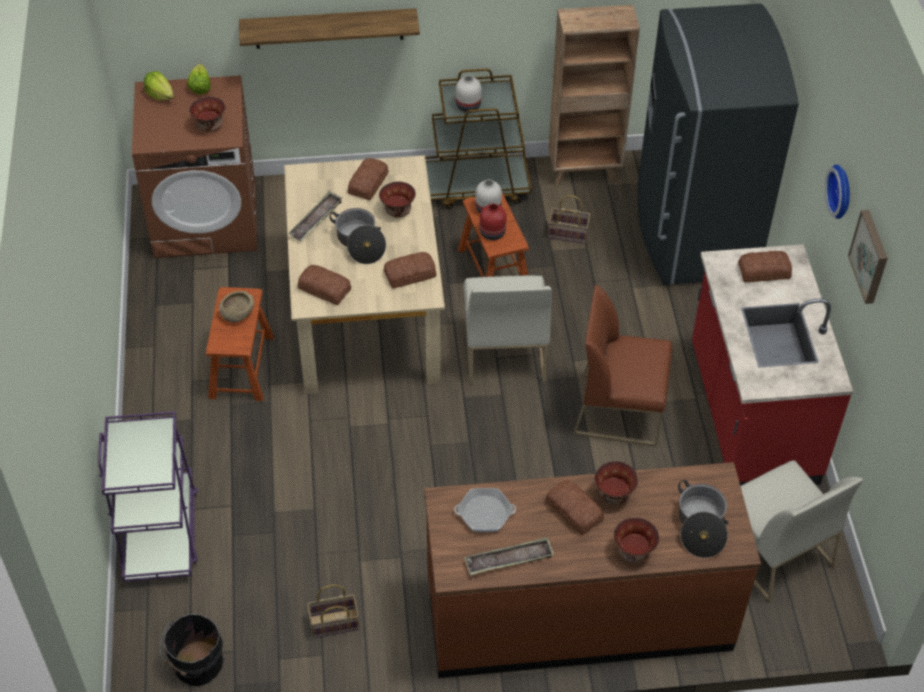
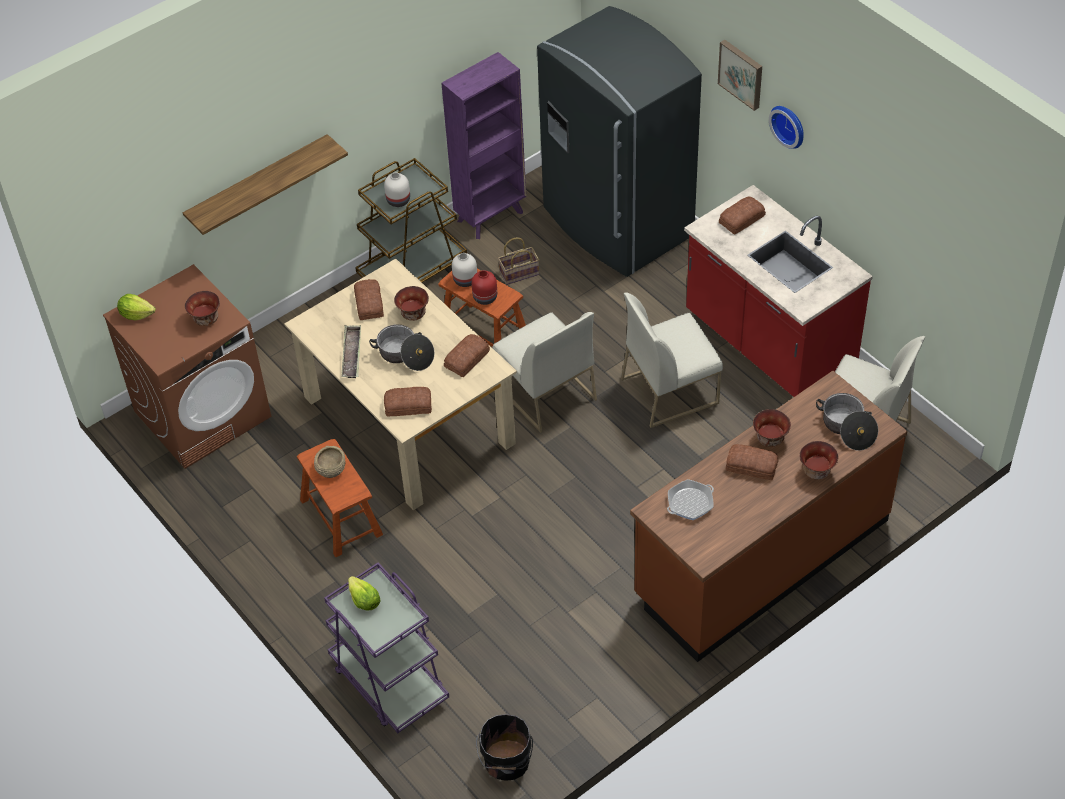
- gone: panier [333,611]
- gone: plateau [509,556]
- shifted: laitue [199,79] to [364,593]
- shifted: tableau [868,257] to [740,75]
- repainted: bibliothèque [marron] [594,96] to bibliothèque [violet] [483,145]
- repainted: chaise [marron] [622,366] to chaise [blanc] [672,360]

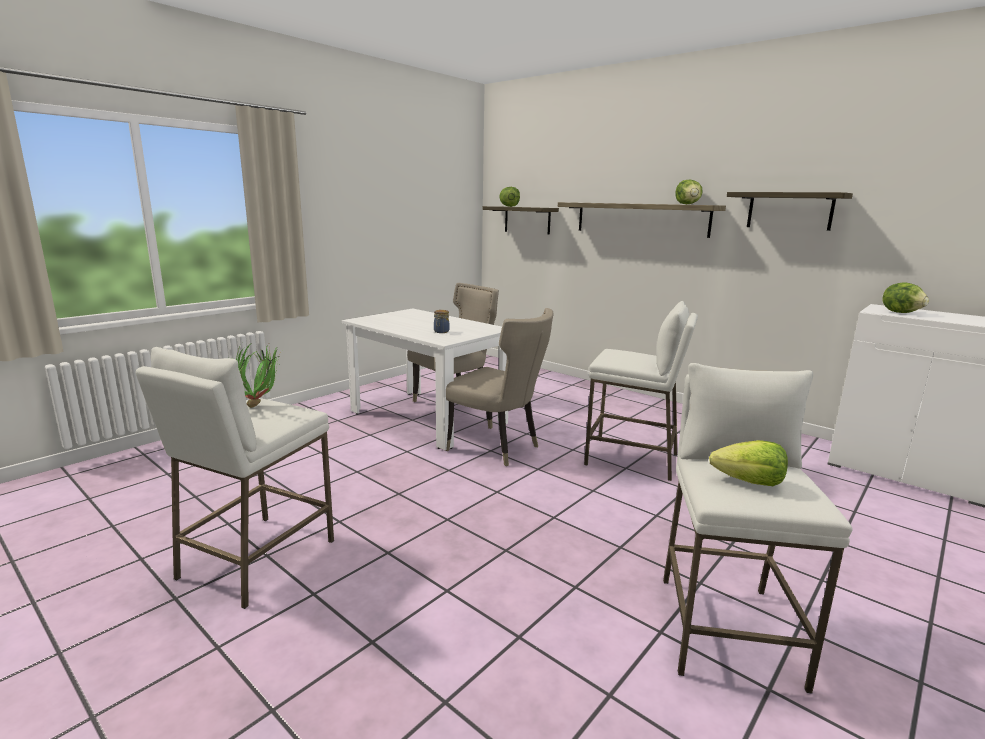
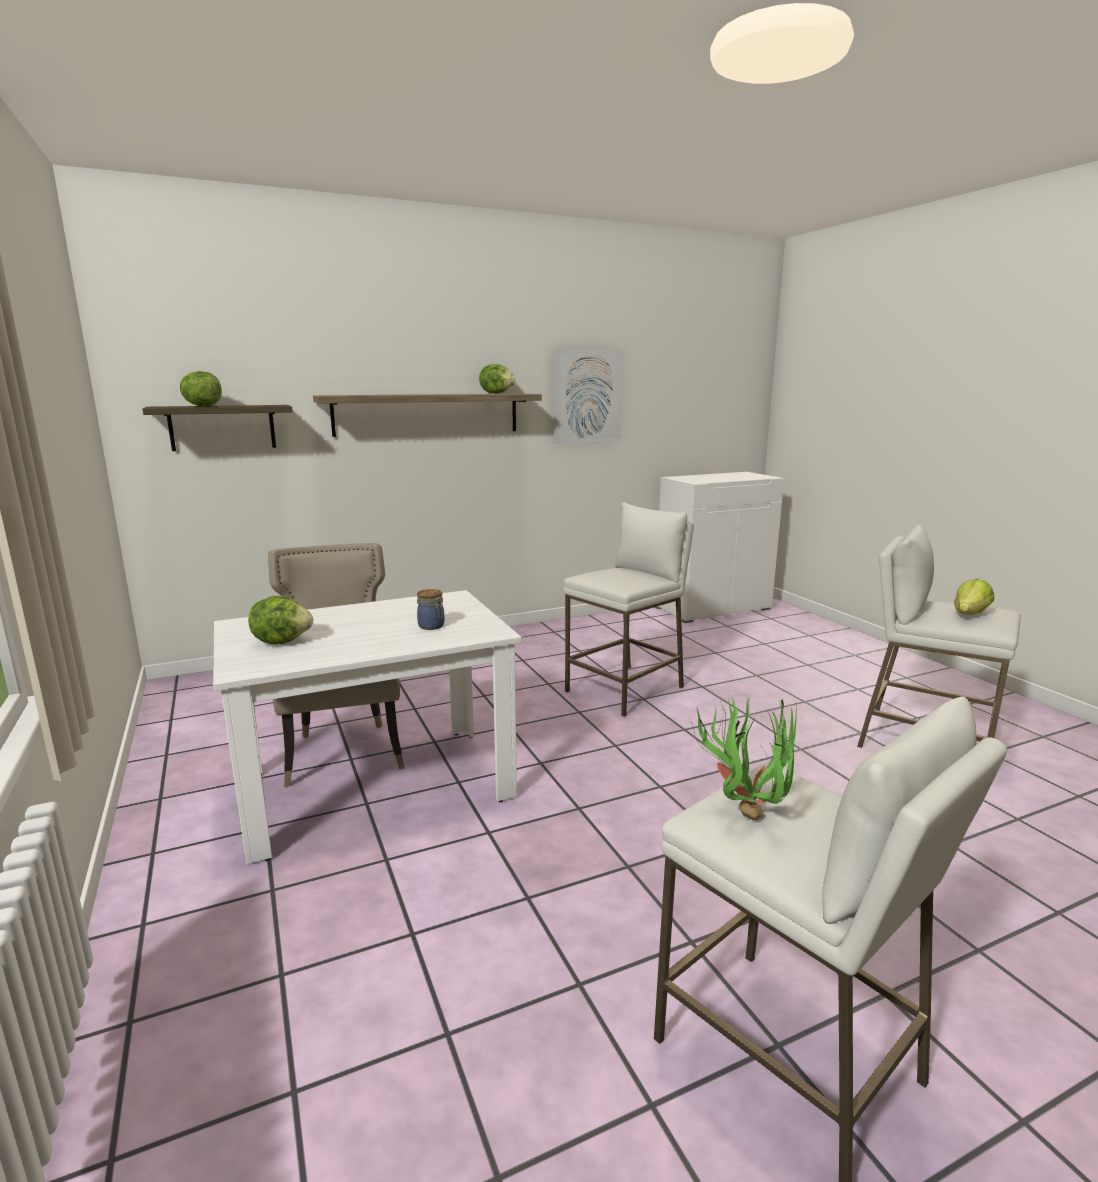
- gone: chaise [beige] [499,387]
- shifted: laitue [905,298] to [280,619]
- swapped: étagère [790,211] to tableau [588,397]

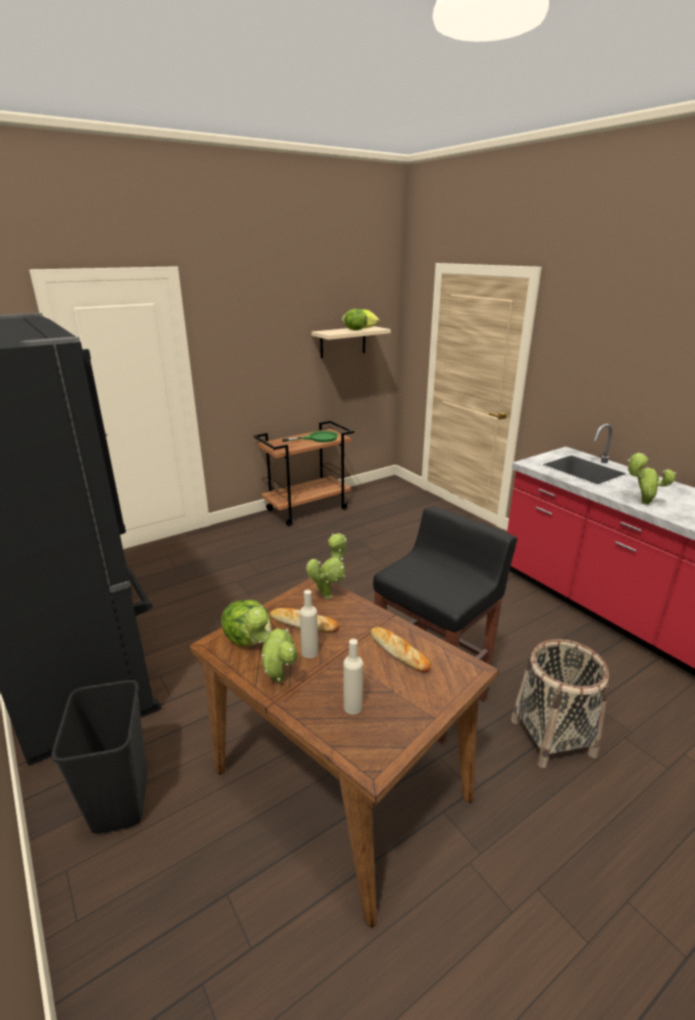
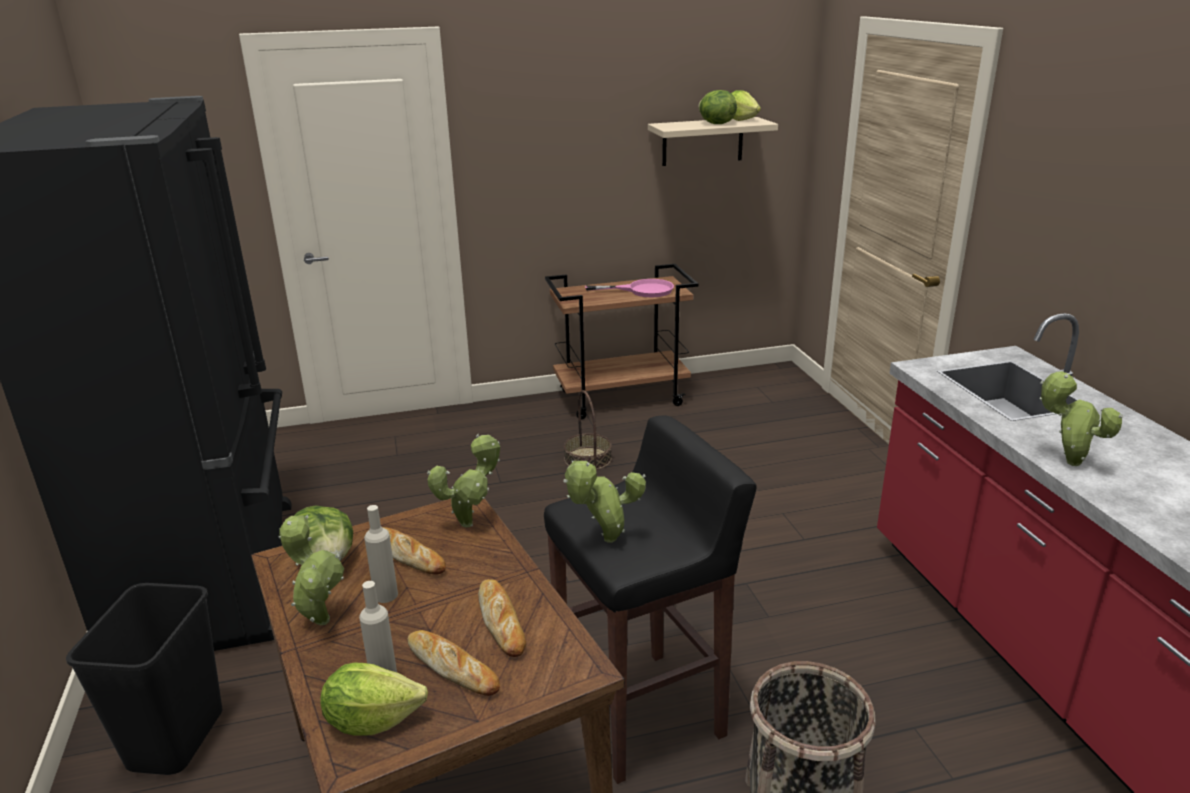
- new: laitue [374,699]
- new: pain [453,663]
- new: panier [588,430]
- new: plante en pot [605,501]
- repainted: poêle [vert] [310,436] to poêle [rose] [629,288]

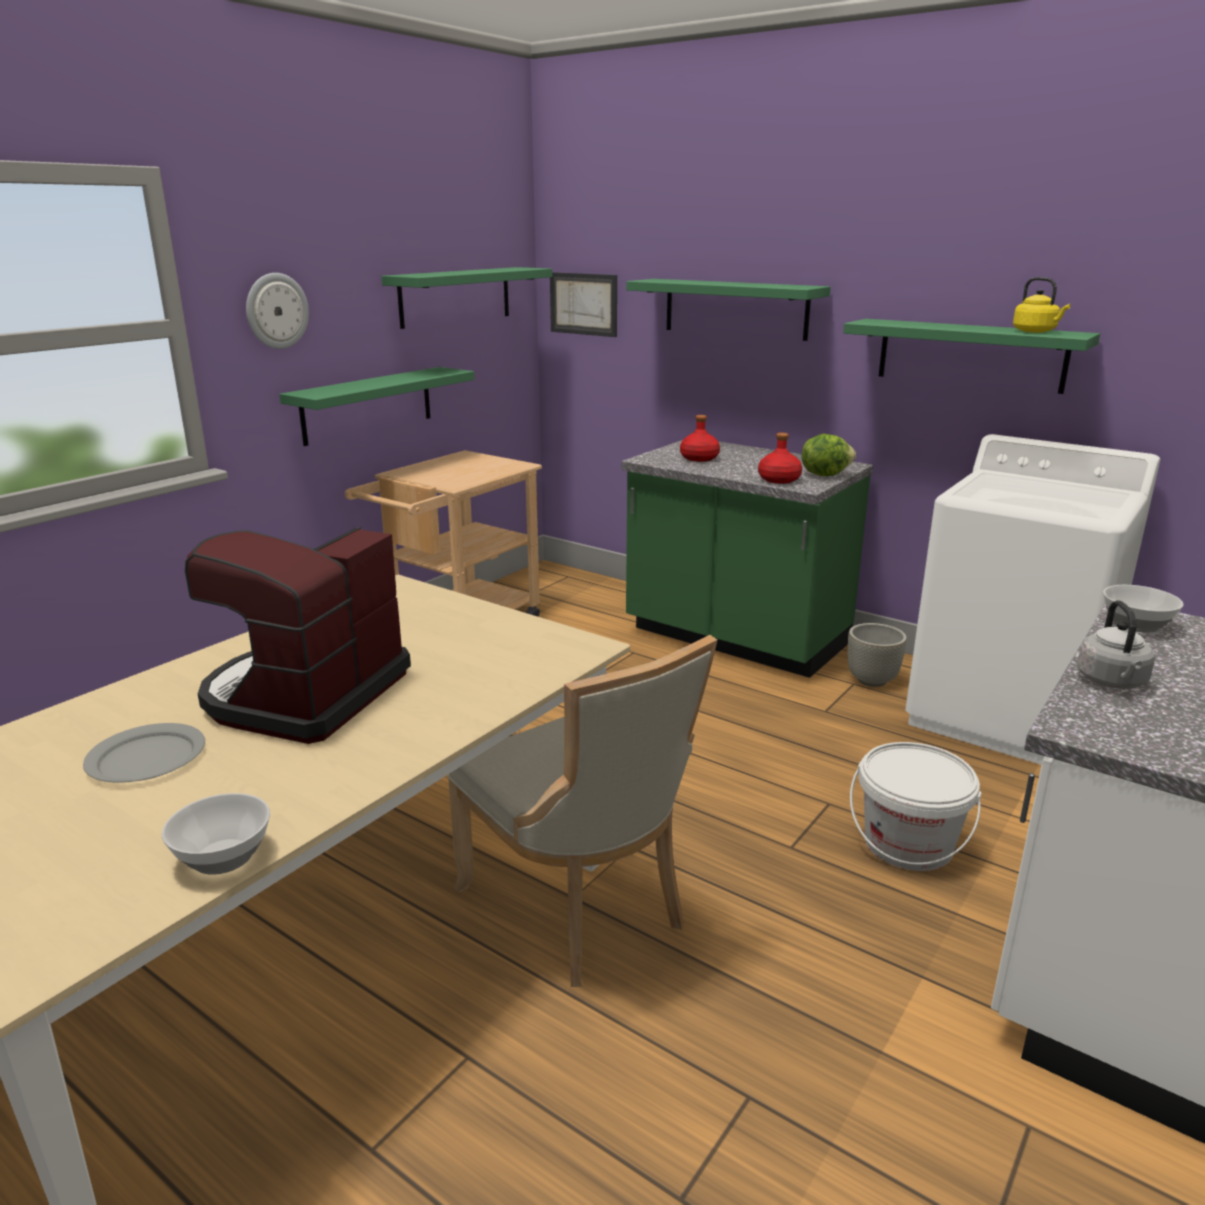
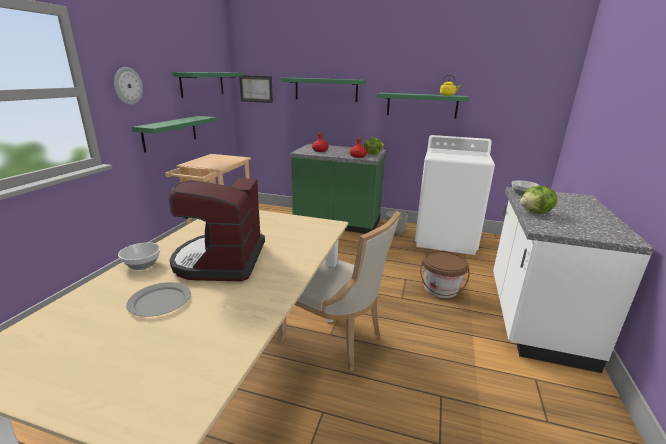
- shifted: bol [216,834] to [139,256]
- swapped: bouilloire [gris] [1116,644] to laitue [539,200]
- repainted: seau [blanc] [915,806] to seau [marron] [445,274]

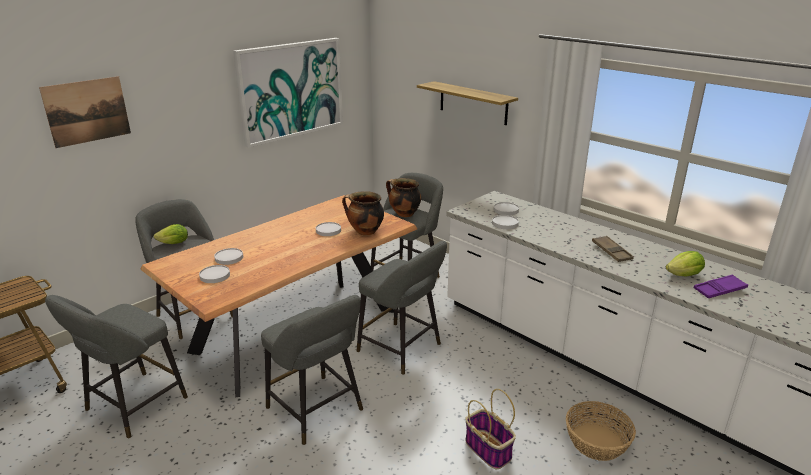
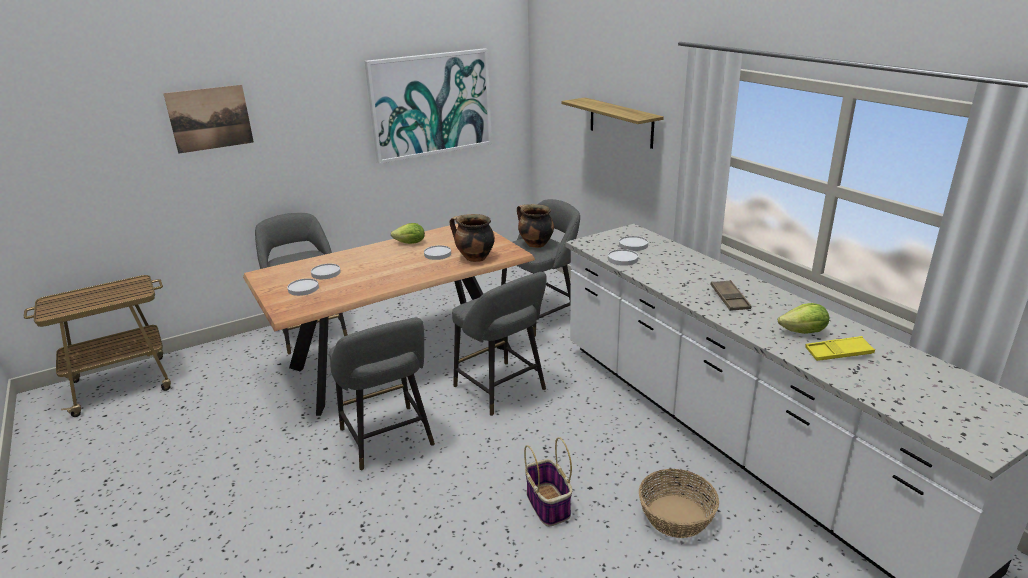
- gone: tabouret [gris] [116,366]
- shifted: laitue [171,234] to [408,233]
- repainted: plateau [violet] [720,286] to plateau [jaune] [840,348]

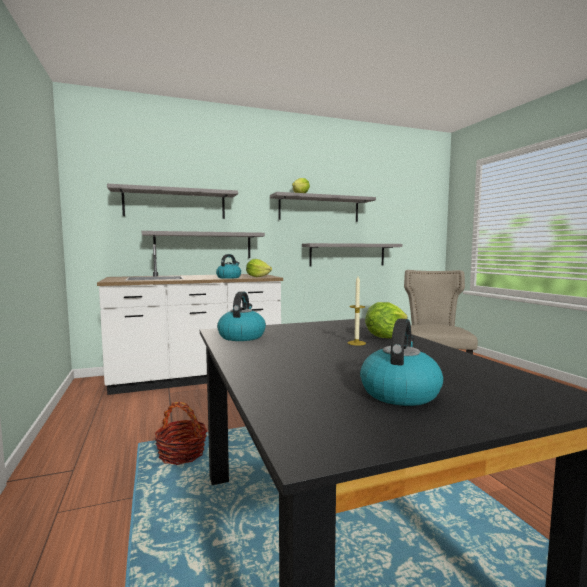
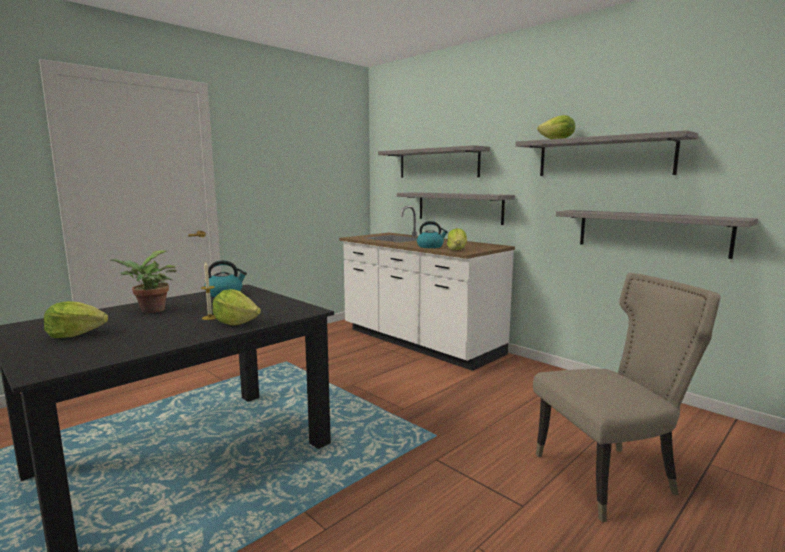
- gone: panier [181,433]
- new: plante en pot [143,282]
- swapped: bouilloire [401,362] to laitue [76,319]

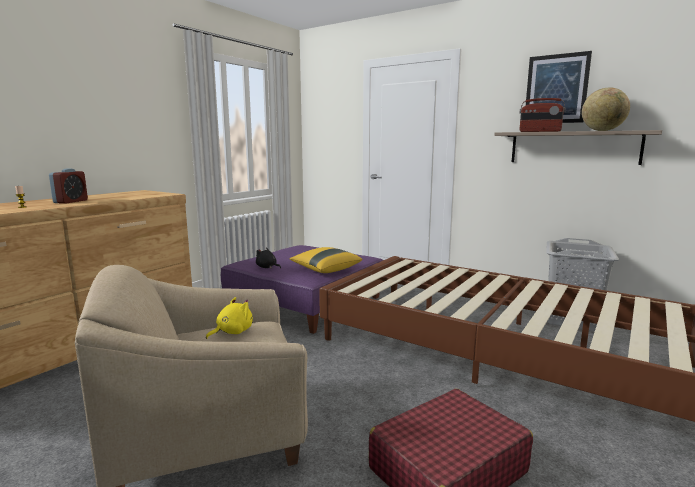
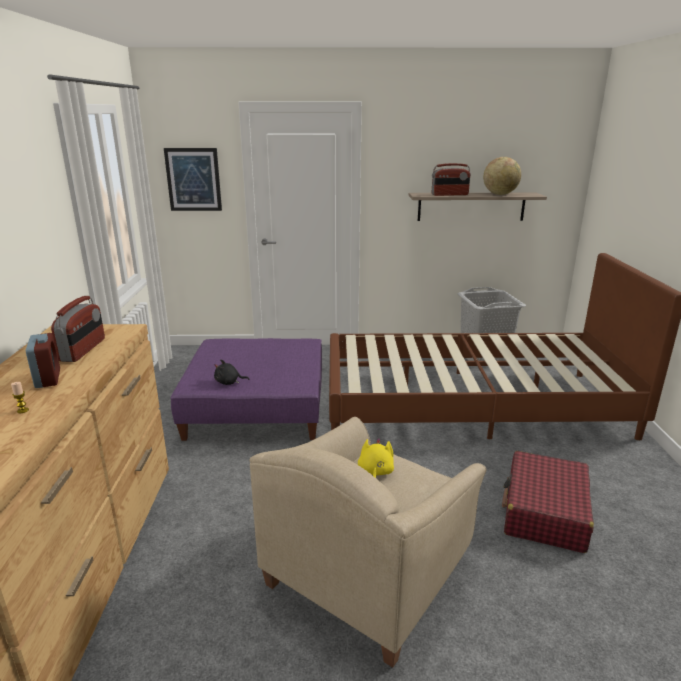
- gone: coussin [jaune] [325,260]
- new: radio [78,329]
- shifted: tableau [559,87] to [193,179]

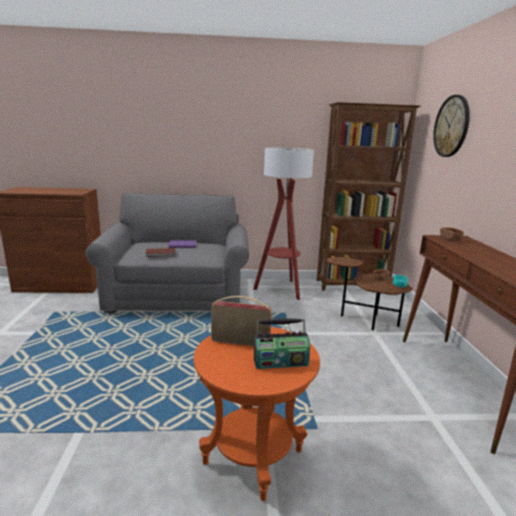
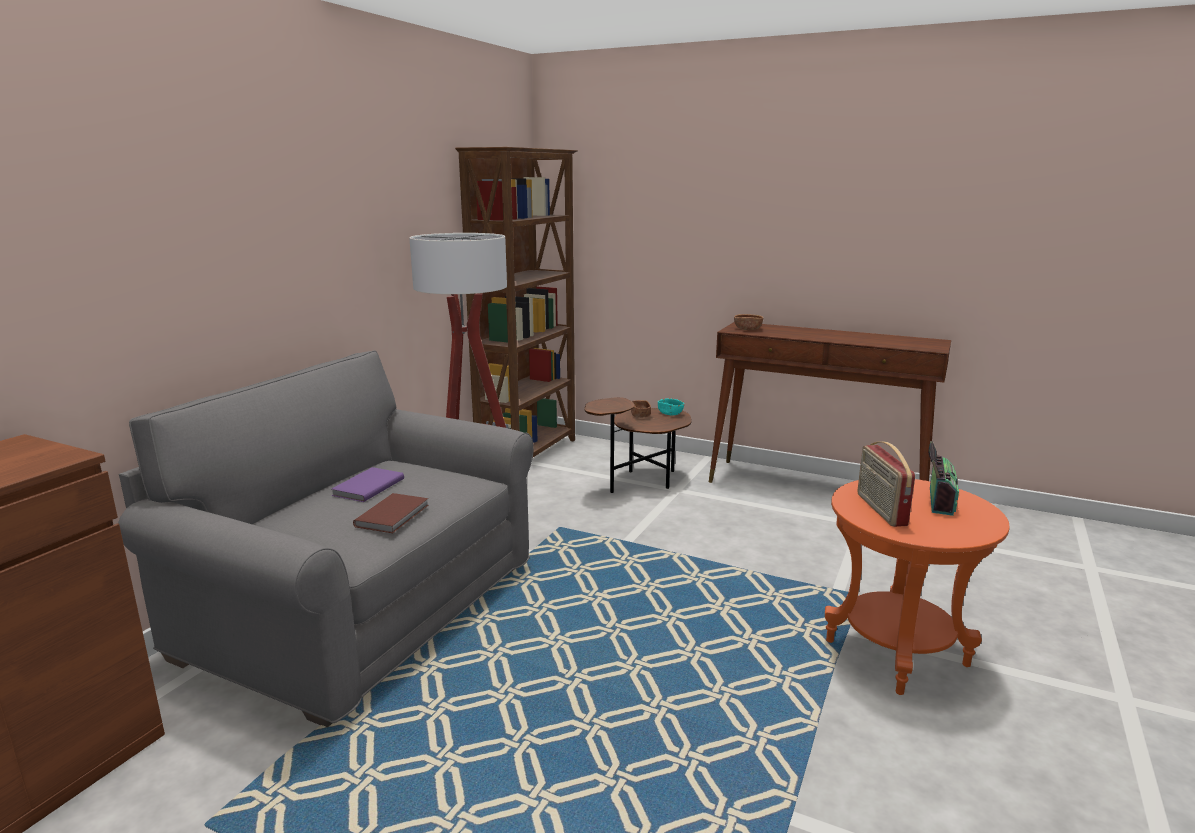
- gone: horloge murale [451,126]
- rotated: radio [241,321] = [886,484] 45 degrees counterclockwise

